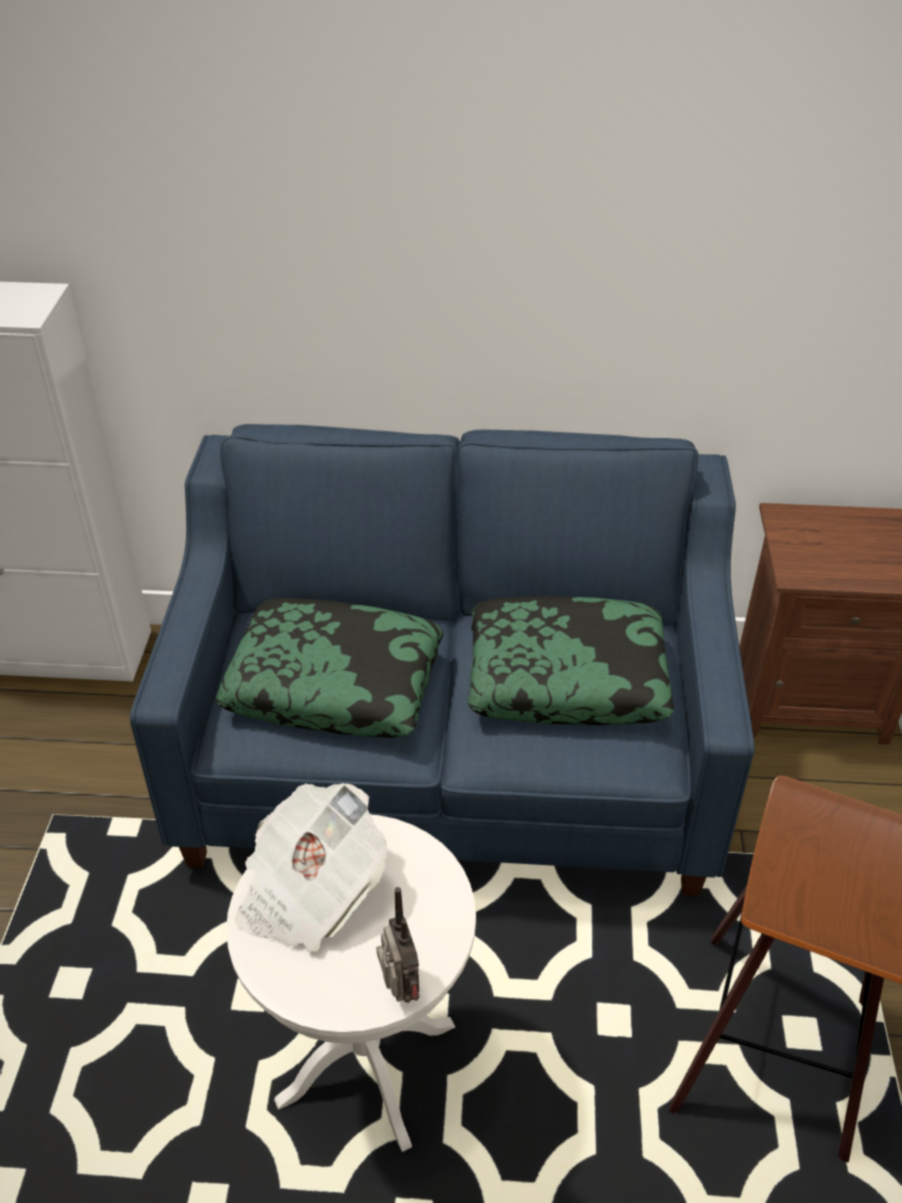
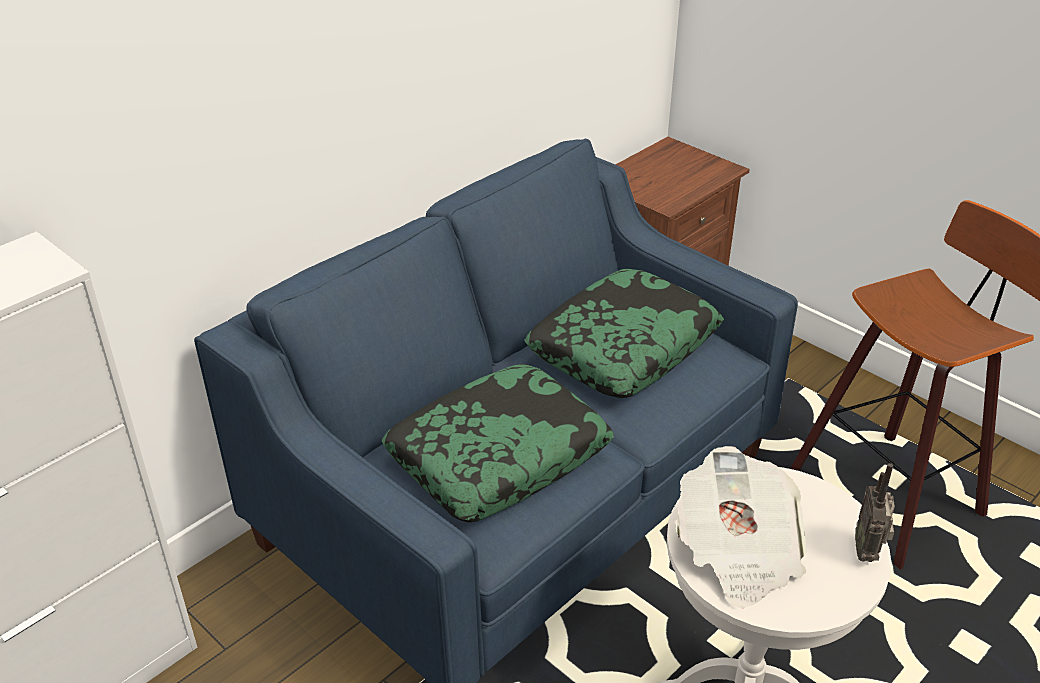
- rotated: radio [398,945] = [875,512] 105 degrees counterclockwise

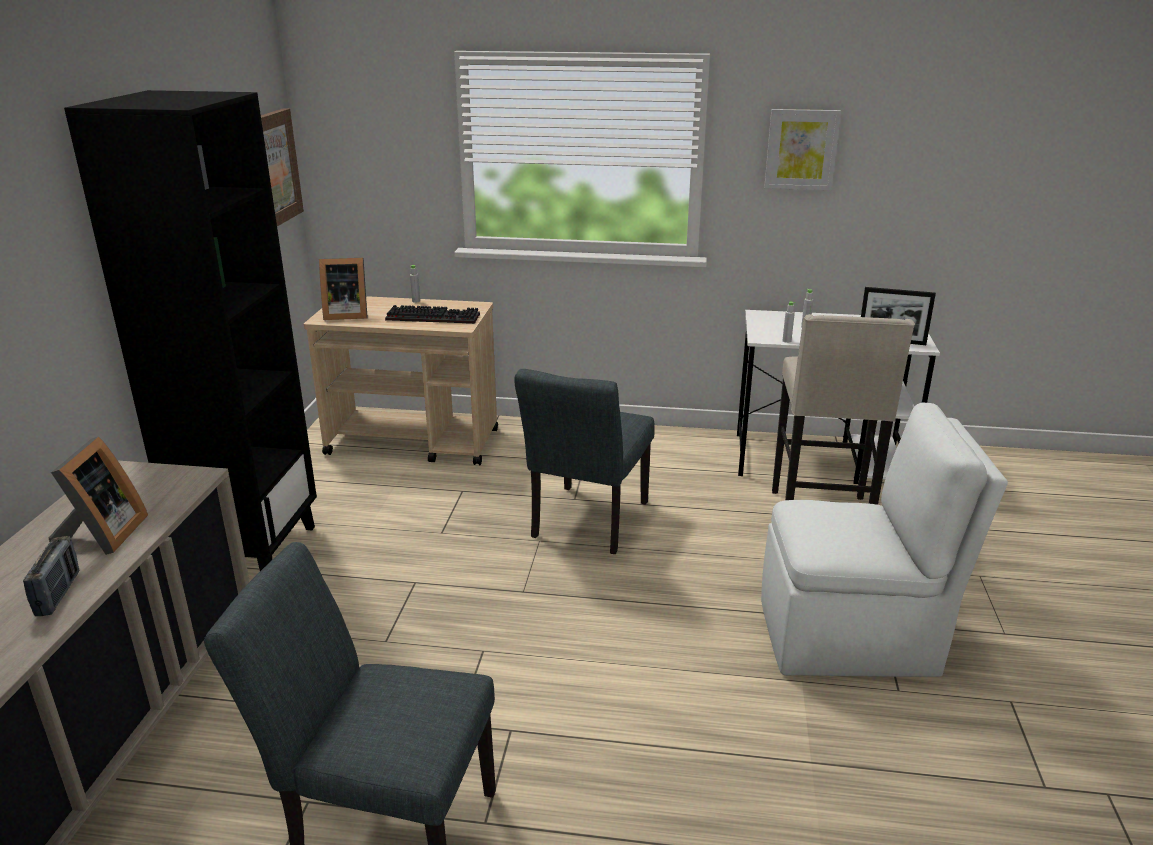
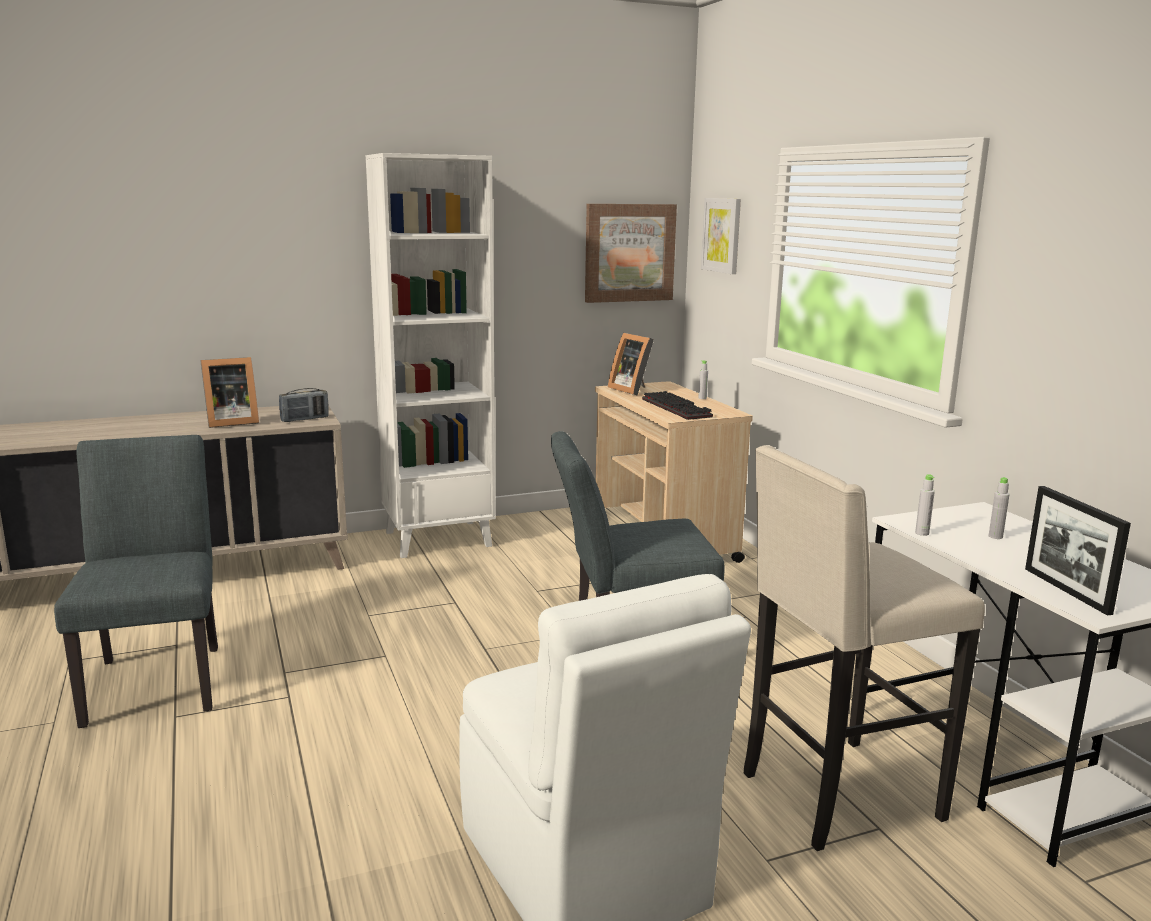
- shifted: radio [51,576] to [304,405]
- shifted: tableau [802,149] to [721,236]
- repainted: bibliothèque [noir] [190,330] to bibliothèque [blanc] [431,355]

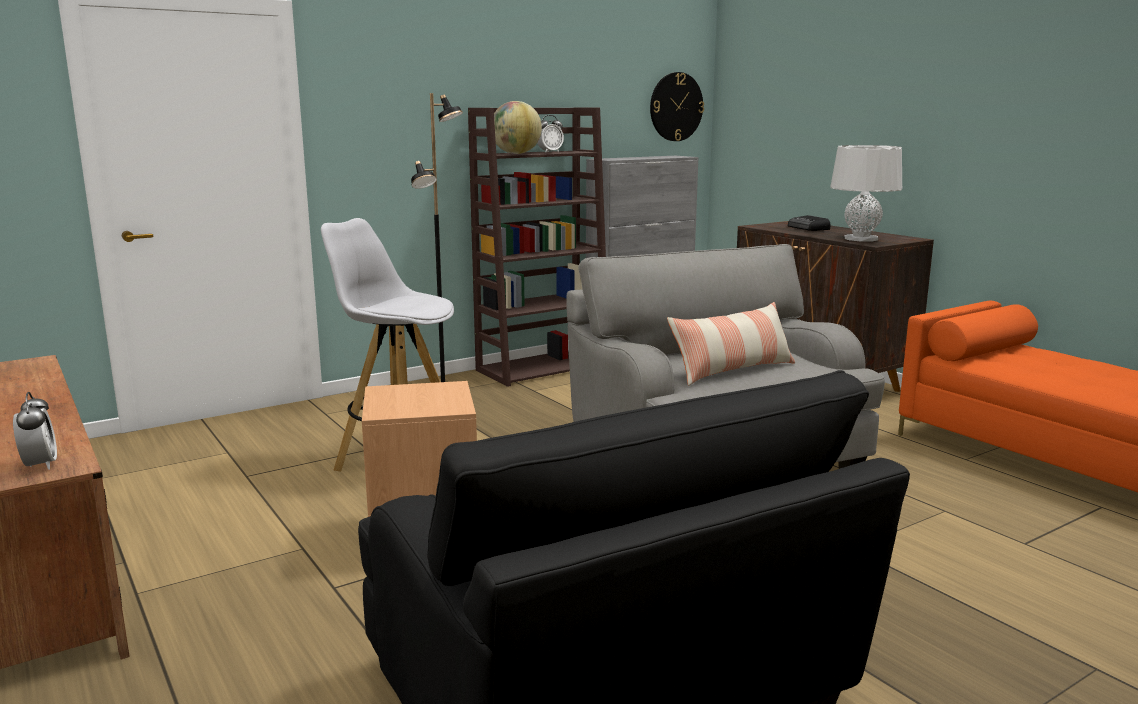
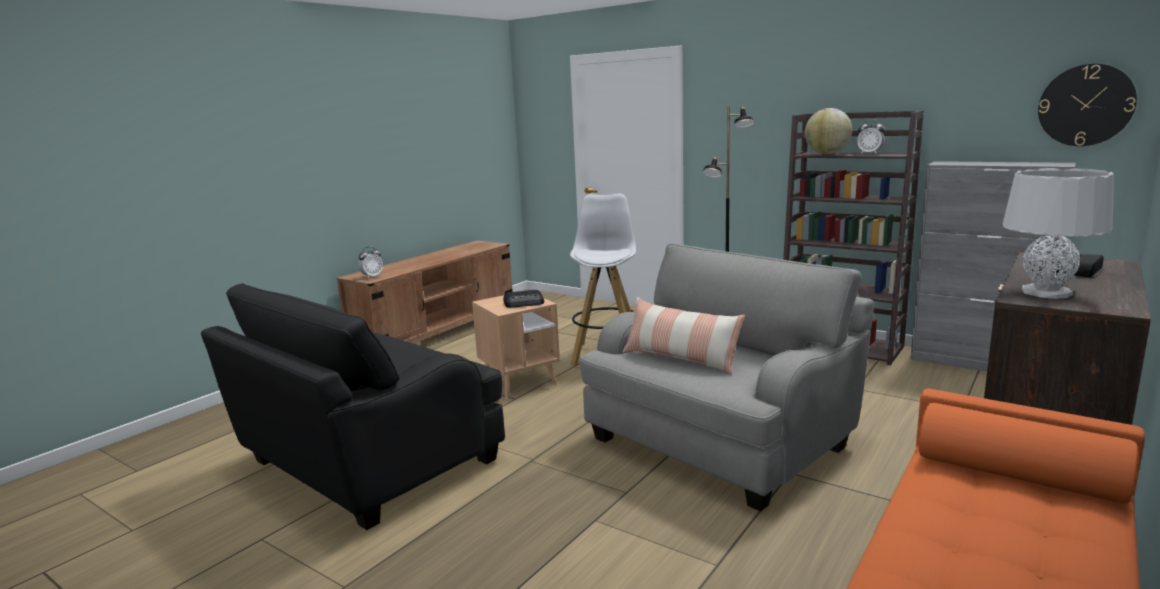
- new: radio [523,299]

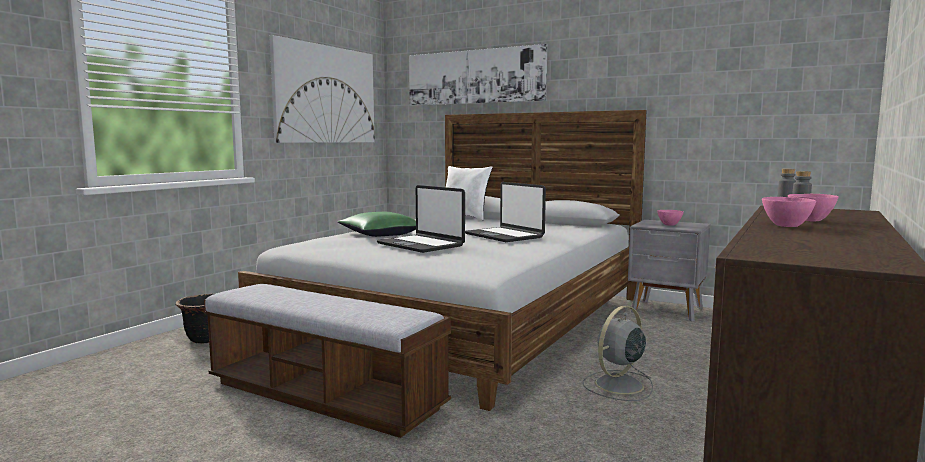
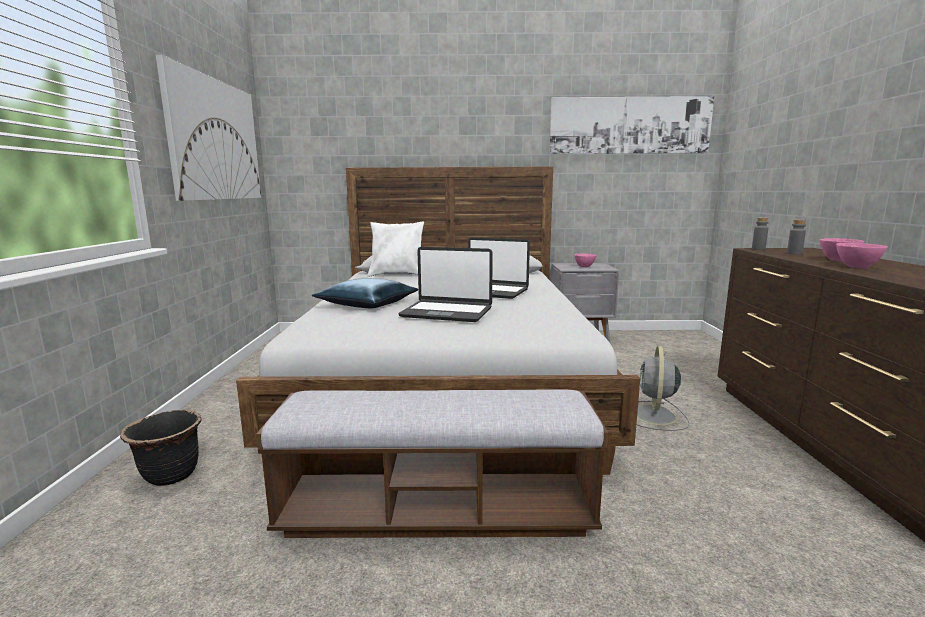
- shifted: tableau [478,75] to [631,125]
- repainted: coussin [vert] [377,224] to coussin [bleu] [365,293]

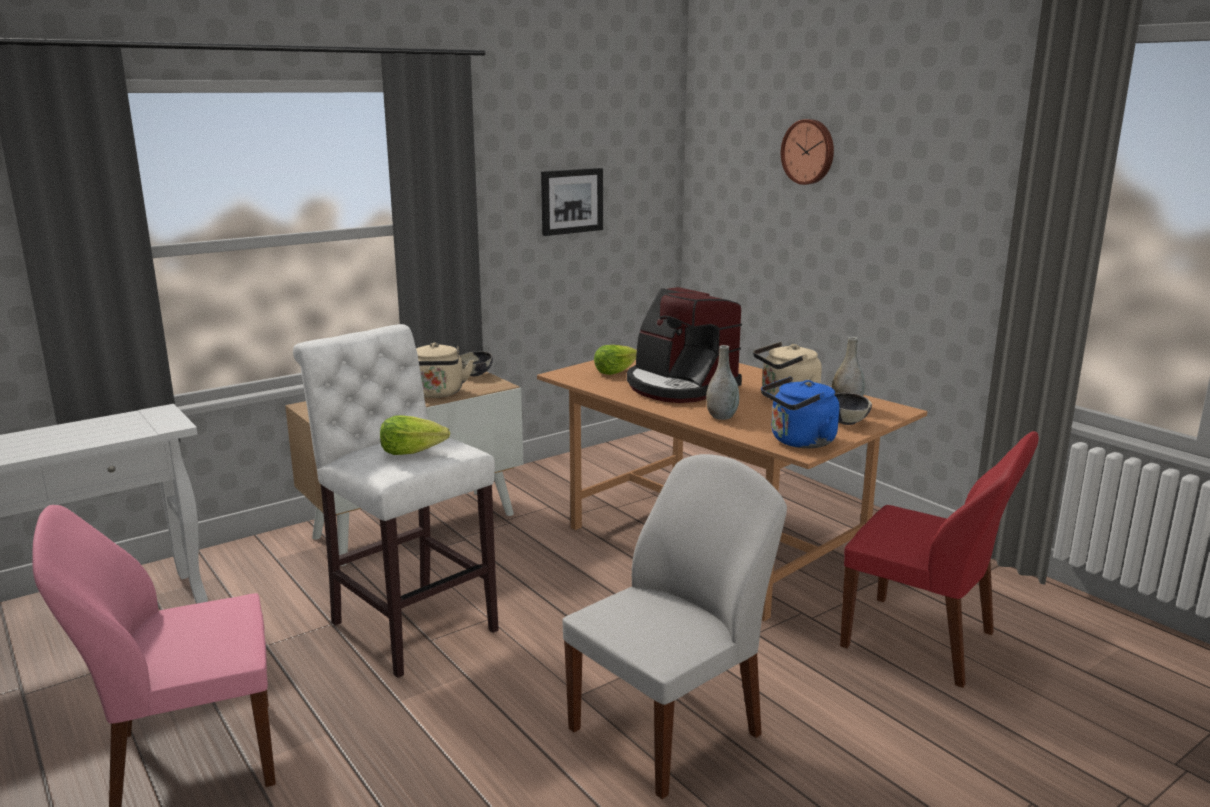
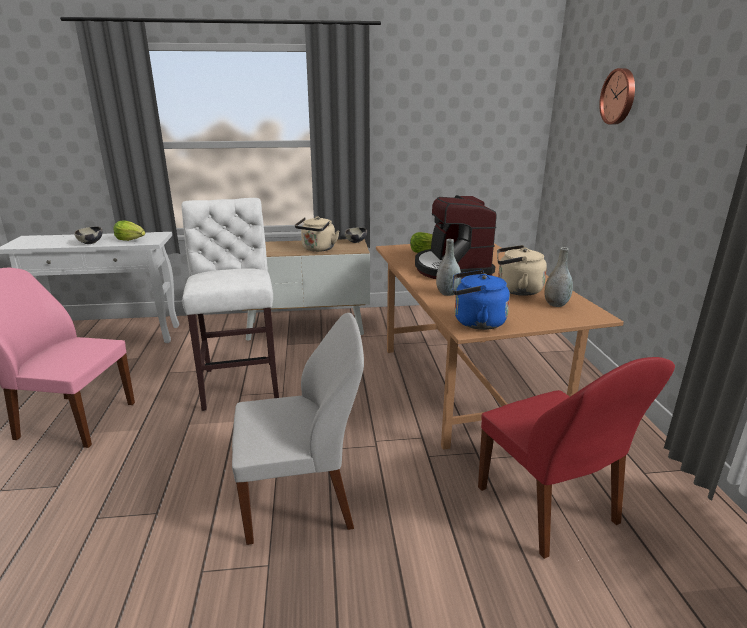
- gone: tableau [572,202]
- shifted: laitue [415,435] to [129,230]
- shifted: bol [853,408] to [88,235]

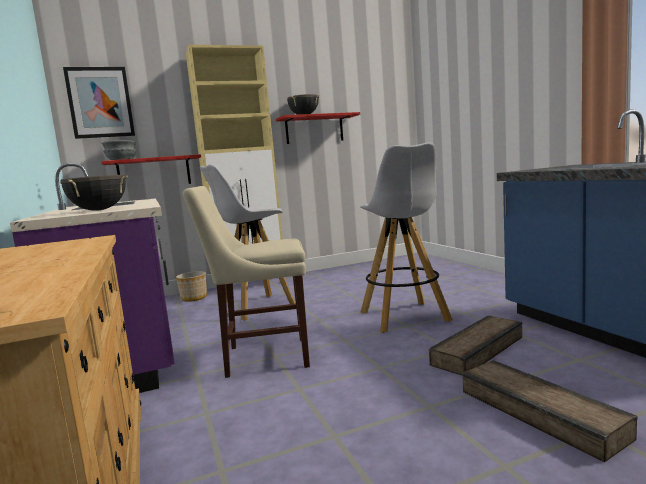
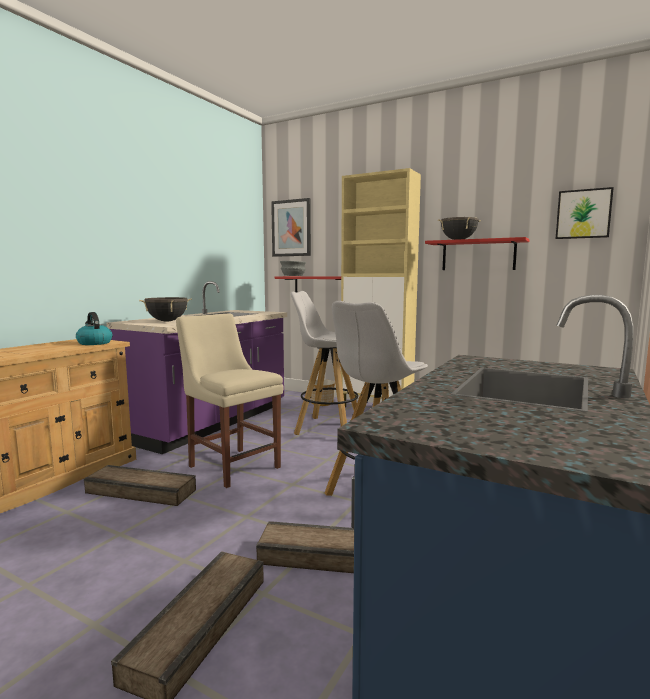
- new: bouilloire [94,328]
- new: caisse [140,485]
- new: tableau [585,213]

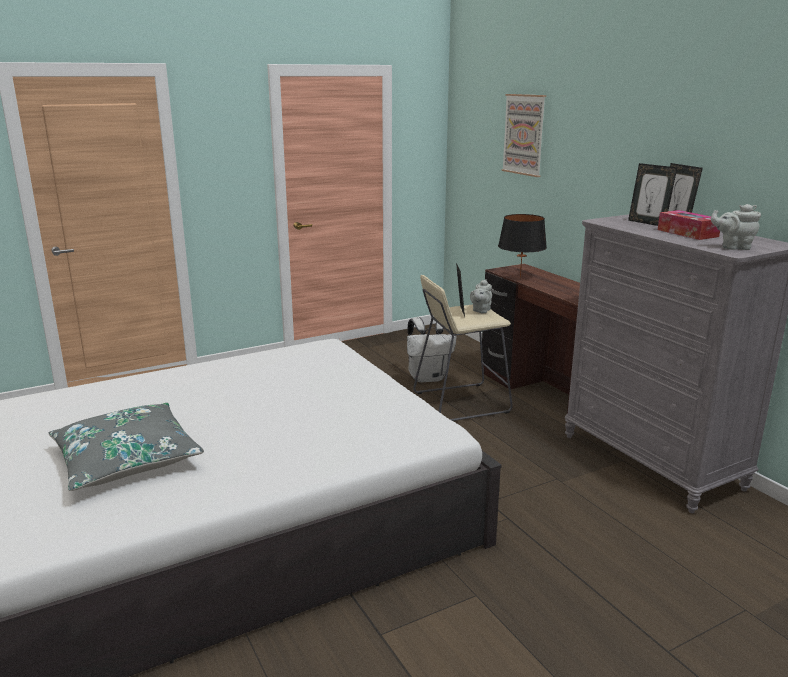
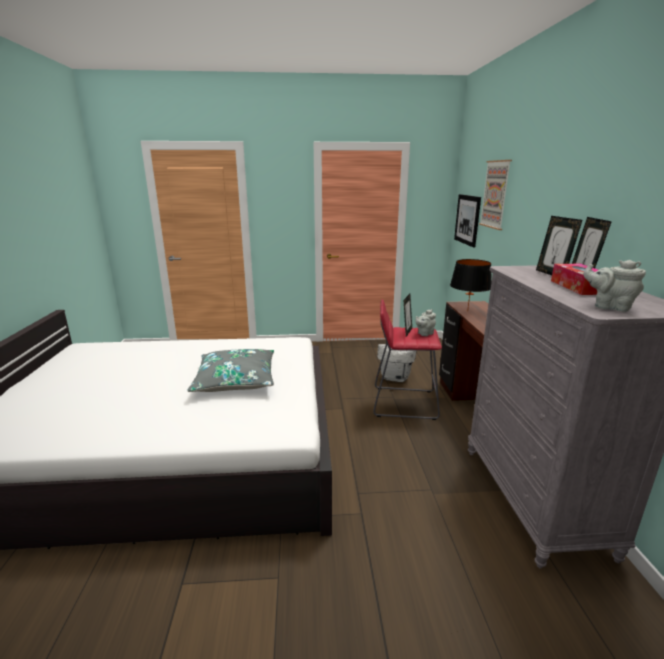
- new: tableau [467,221]
- shifted: coussin [gris] [126,447] to [230,370]
- repainted: tabouret [beige] [463,348] to tabouret [rouge] [407,359]

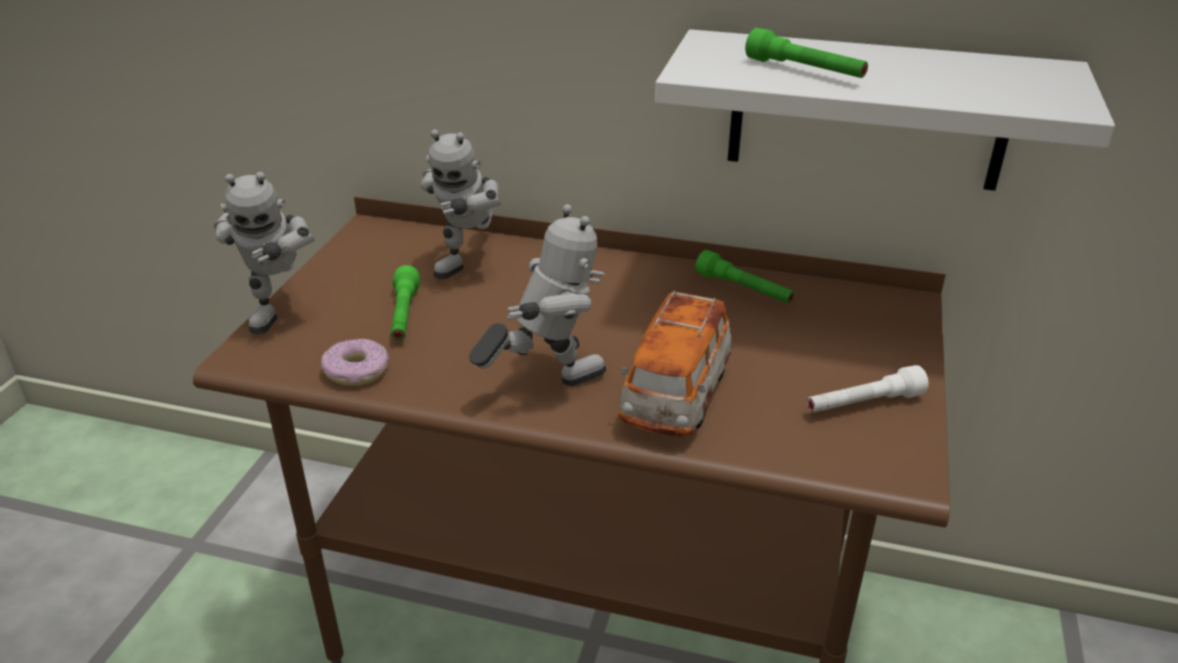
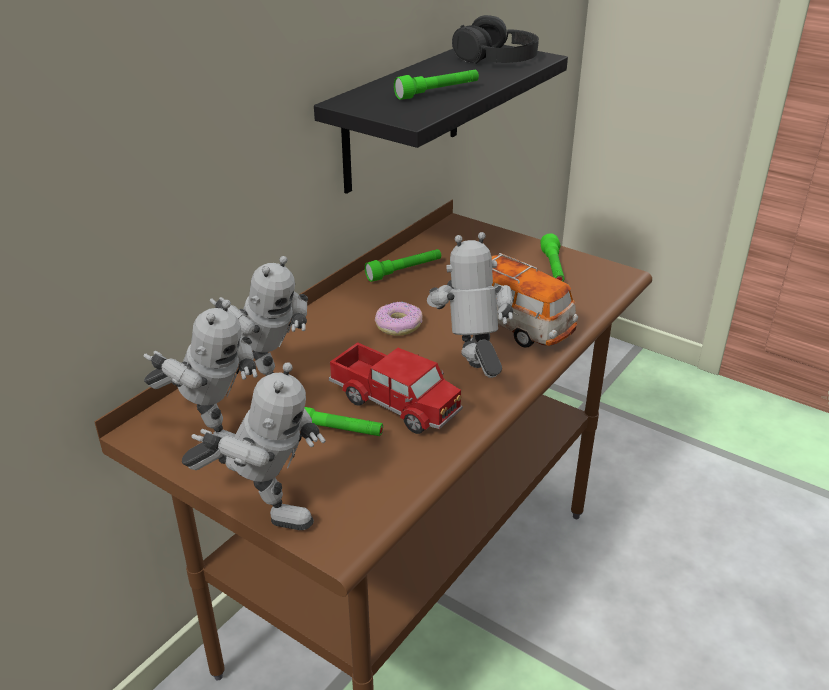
- new: robot jouet [200,369]
- new: camion jouet [396,388]
- new: casque audio [noir] [495,39]
- shifted: beignet [355,362] to [399,319]
- repainted: étagère [blanc] [885,110] to étagère [noir] [441,119]
- repainted: lampe de poche [blanc] [868,389] to lampe de poche [vert] [552,257]

